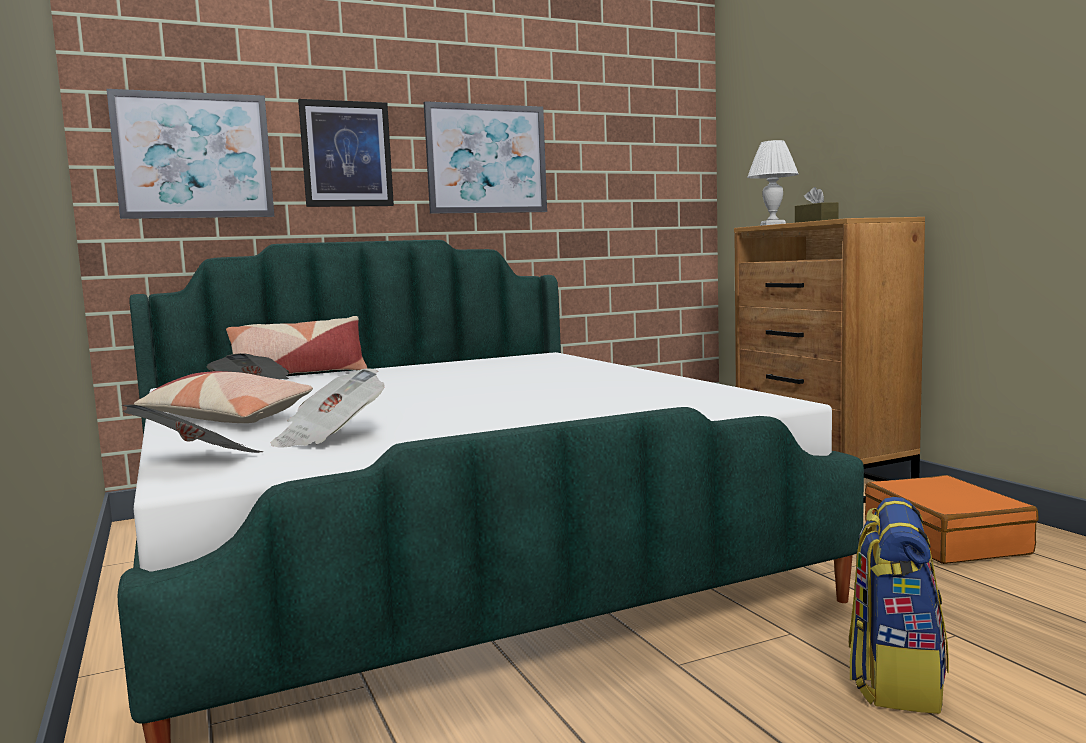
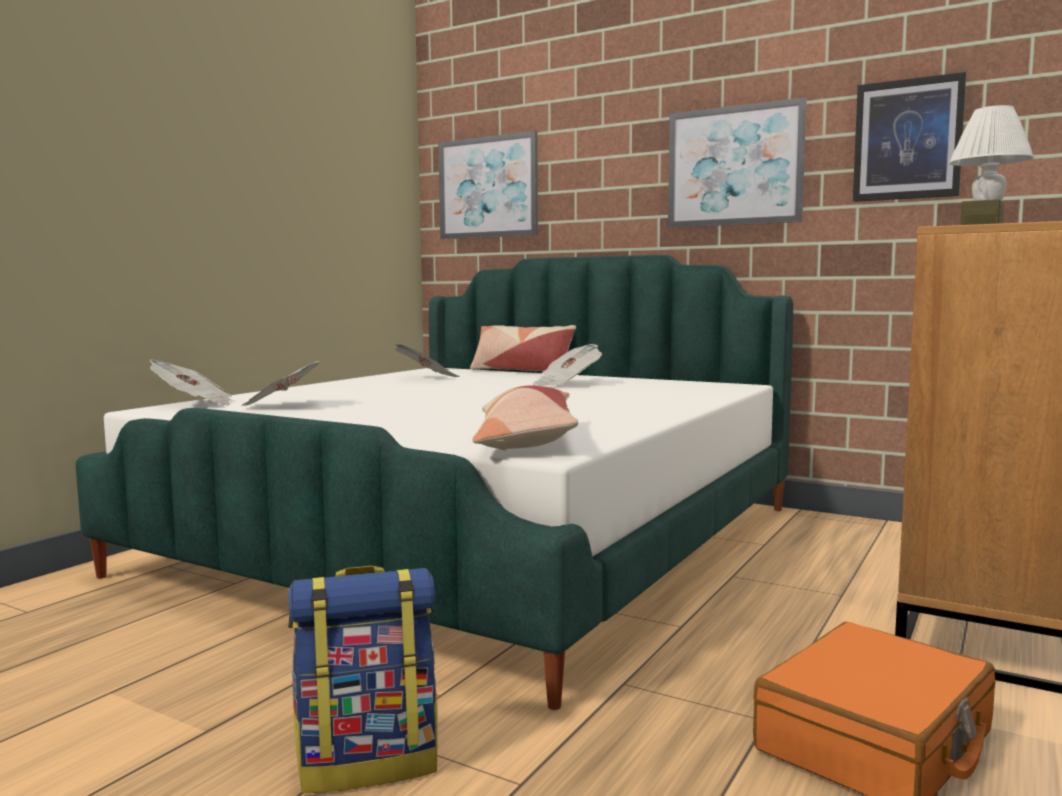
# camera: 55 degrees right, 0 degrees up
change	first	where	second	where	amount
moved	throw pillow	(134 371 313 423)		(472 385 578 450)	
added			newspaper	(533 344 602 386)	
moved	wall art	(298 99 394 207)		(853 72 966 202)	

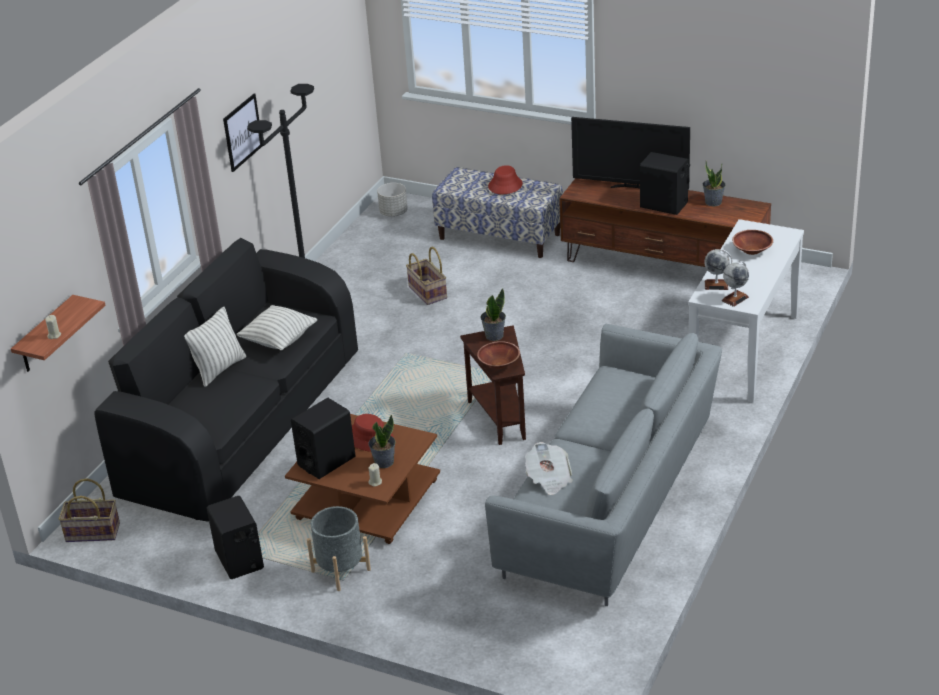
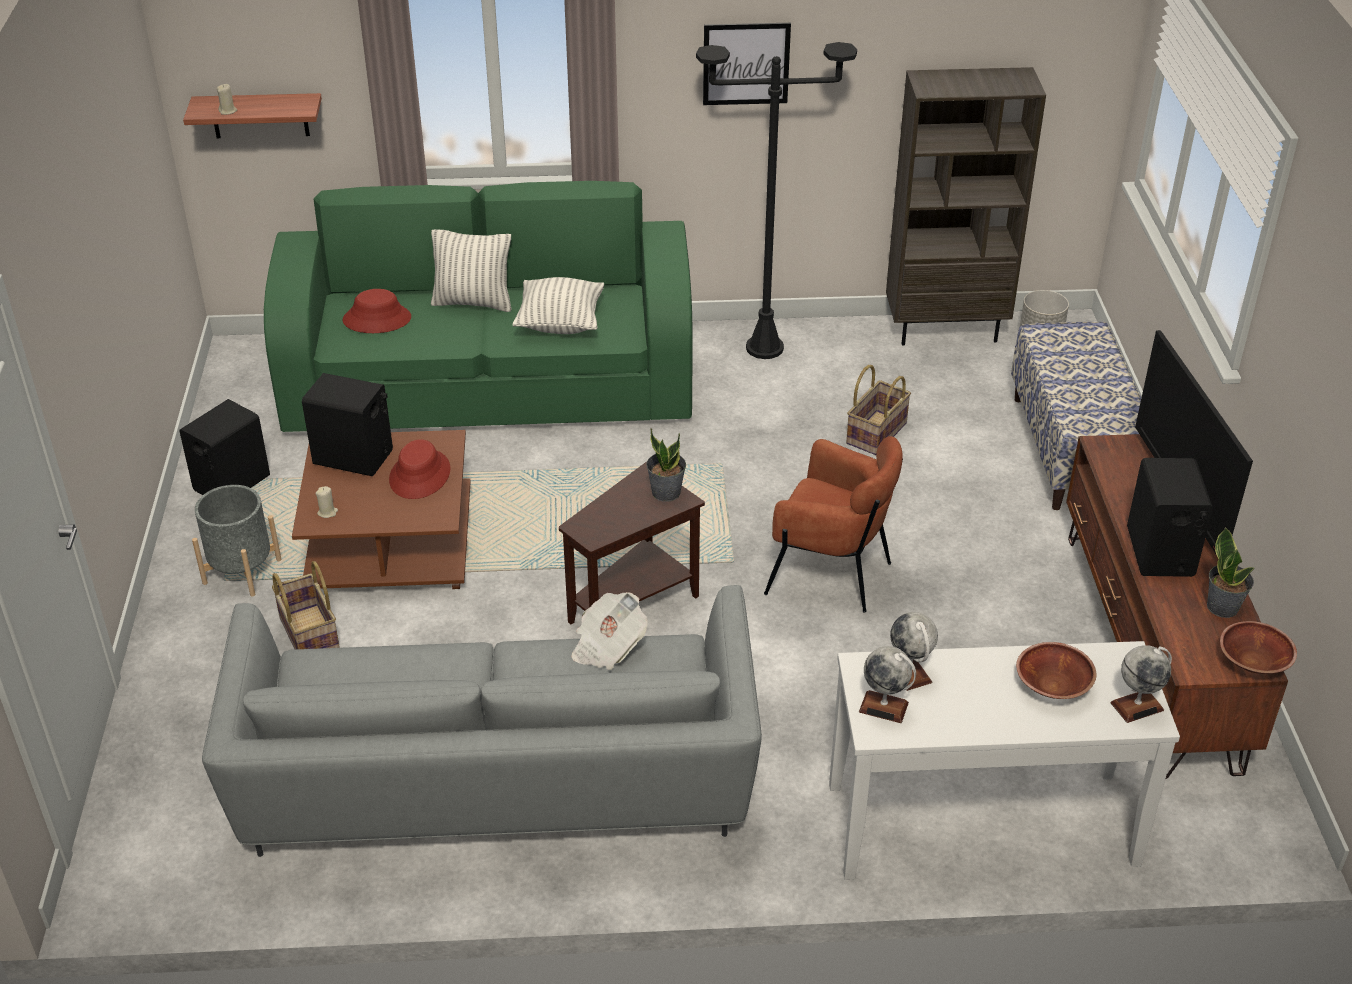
# camera: 60 degrees right, 5 degrees up
change	first	where	second	where	amount
recoloured	settee in black-coloured	(94 238 358 522)	settee in green	(264 181 693 432)	
moved	basket	(59 479 120 542)		(272 561 340 649)	
moved	wearable hat in reddish	(488 165 523 194)		(343 289 411 333)	
moved	newspaper	(525 442 573 495)		(571 592 648 670)	
added			easy chair in brown	(764 436 903 613)	
added			bookshelf in brown	(886 67 1046 345)	
added			world globe	(1111 645 1172 723)	
moved	bowl in brown	(477 341 520 369)		(1220 621 1297 674)	
removed	houseplant	(368 415 396 468)			

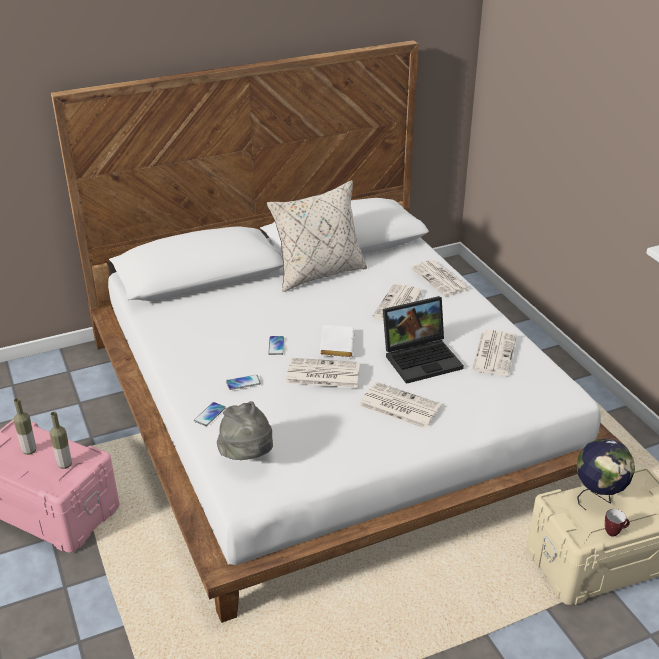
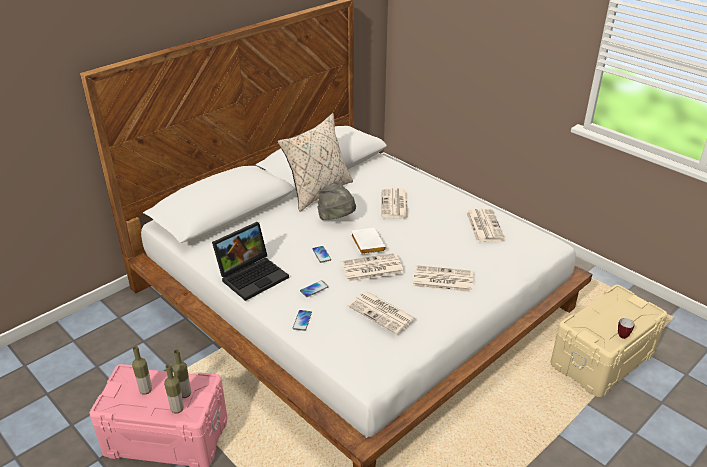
# camera: 20 degrees left, 0 degrees up
change	first	where	second	where	amount
added			bottle	(164 364 184 413)	
moved	notebook computer	(383 296 464 384)		(212 222 289 301)	
moved	wearable hat in greyish	(217 401 273 460)		(317 181 356 220)	
moved	newspaper	(410 260 470 296)		(347 291 416 334)	
removed	world globe	(576 439 635 510)			

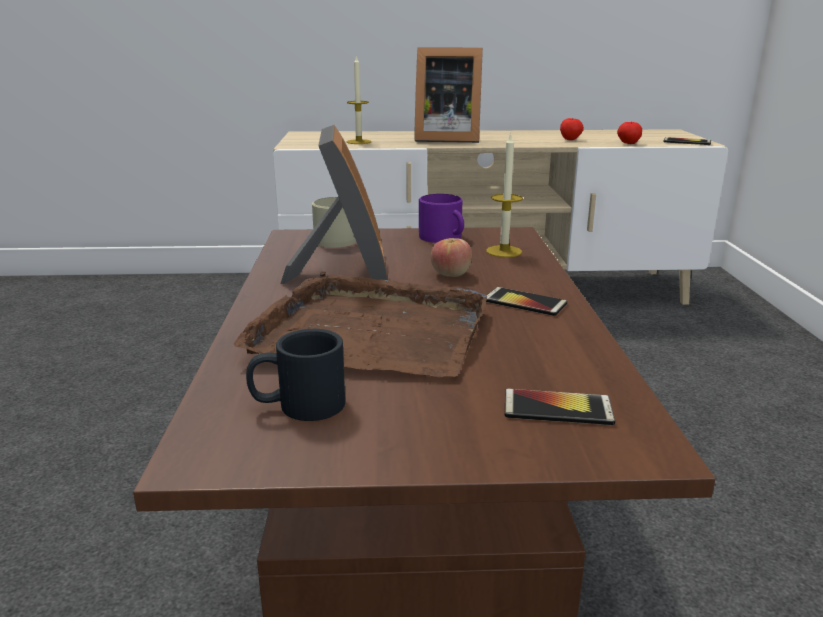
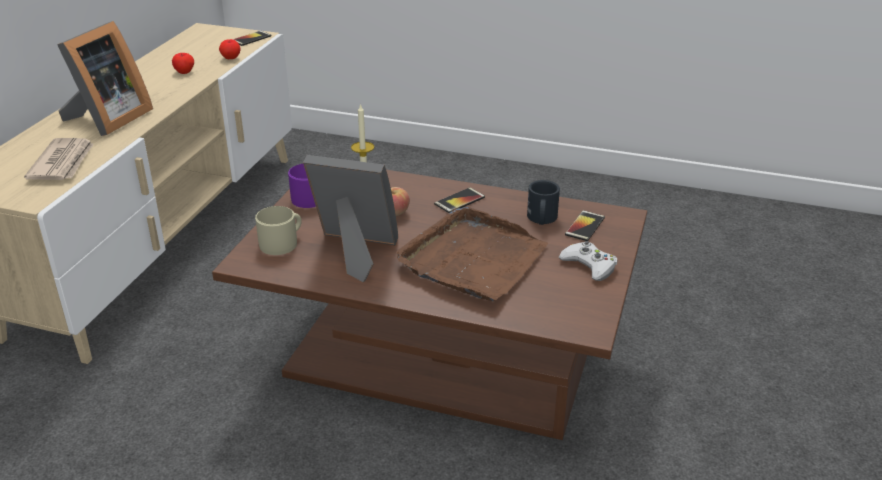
# camera: 70 degrees left, 10 degrees up
change	first	where	second	where	amount
replaced	wax candle	(347 55 371 144)	newspaper	(24 138 94 180)	
moved	coffee mug in black-coloured	(246 329 345 421)		(527 180 560 225)	
added			game controller in white-coloured	(559 241 617 281)	

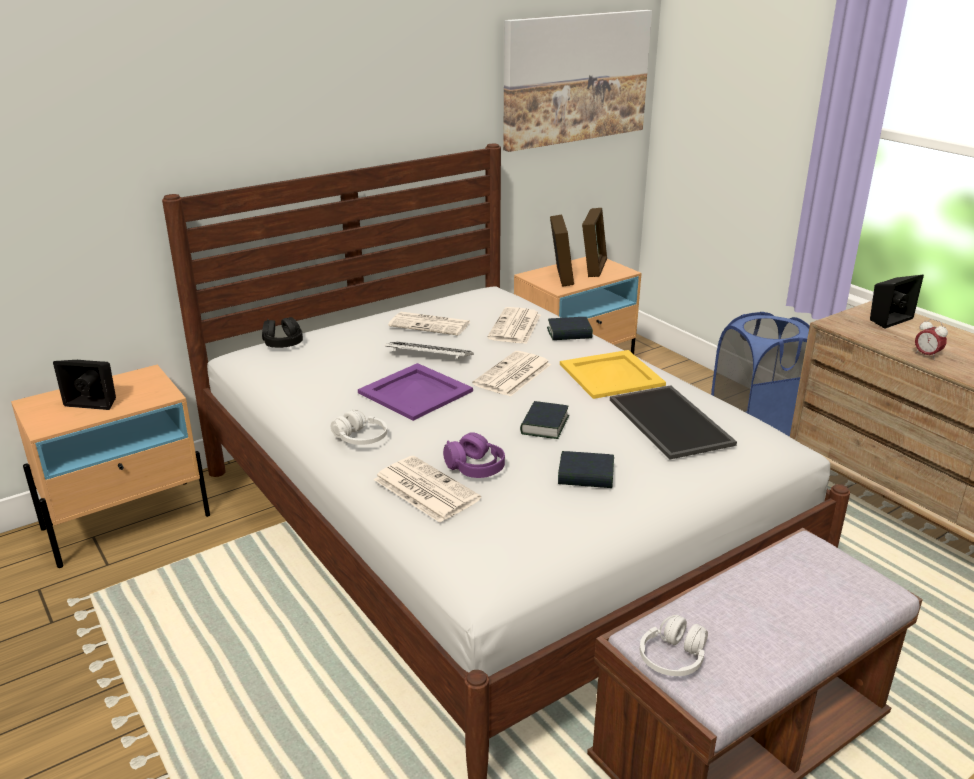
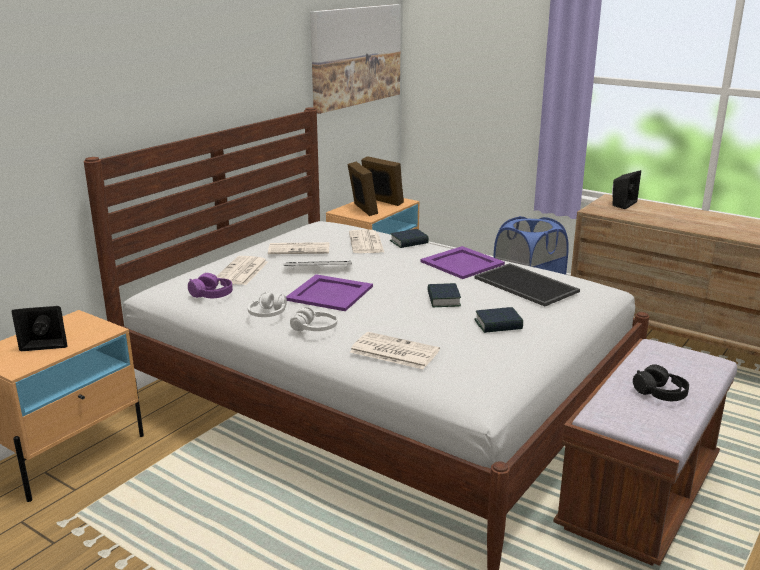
# camera: 20 degrees left, 5 degrees down
change	first	where	second	where	amount
moved	headphones in purple-coloured	(443 432 505 478)		(188 273 233 298)	
moved	newspaper	(472 351 551 397)		(217 256 268 285)	
moved	headphones in white-coloured	(640 615 708 676)		(248 292 287 317)	
turned	picture frame	(582 208 607 277)		(361 156 404 206)	45 degrees counterclockwise
recoloured	serving tray in yellowish	(560 350 666 399)	serving tray in purple-coloured	(420 246 505 279)	
moved	headphones in black-coloured	(262 317 303 348)		(633 364 689 401)	
removed	bedside clock	(915 319 948 360)			

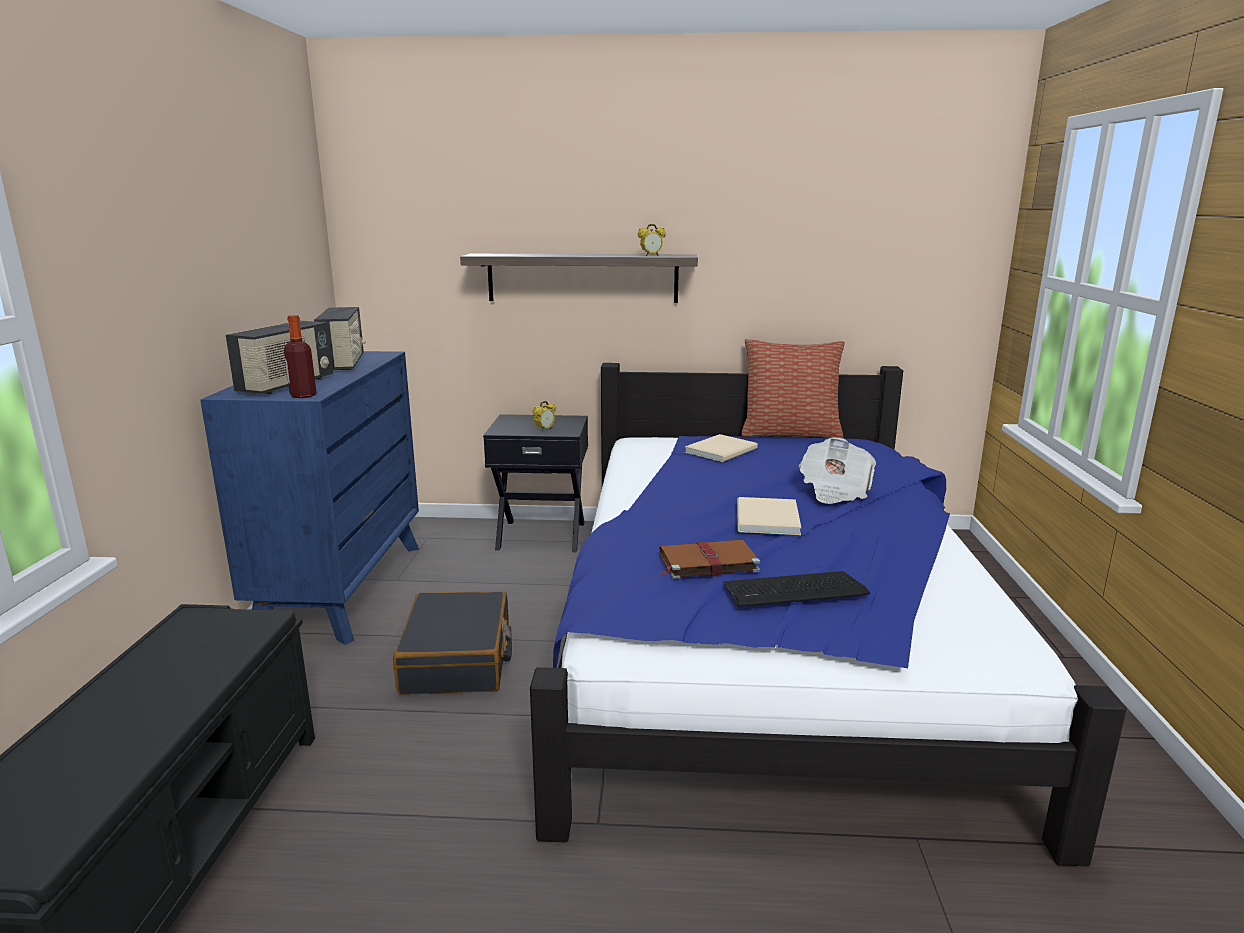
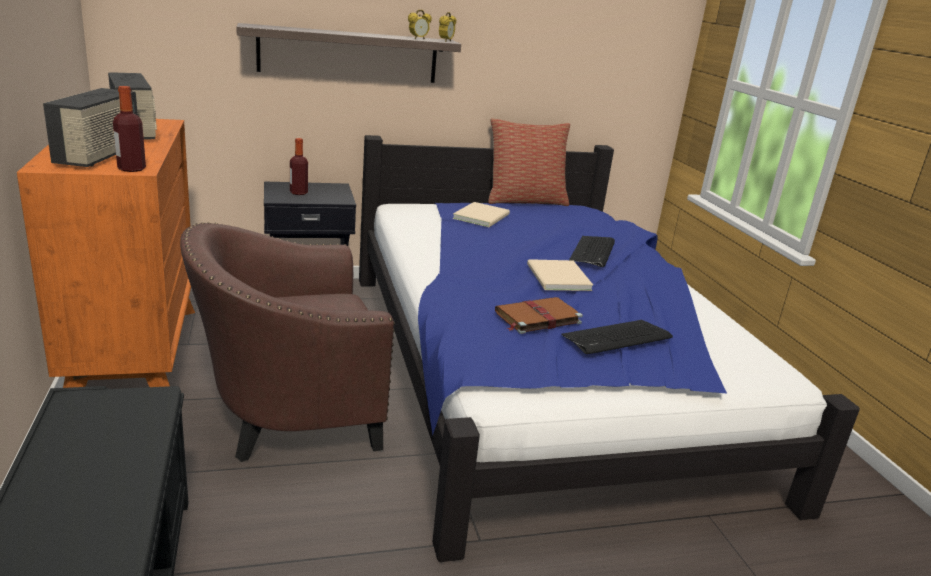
# camera: 20 degrees left, 5 degrees up
change	first	where	second	where	amount
recoloured	chest of drawers in blue-coloured	(200 351 419 645)	chest of drawers in orangey	(17 119 195 388)	
replaced	travel case in black-coloured	(393 590 512 695)	easy chair in brown	(180 222 395 462)	
added			bottle	(290 138 308 195)	
moved	bedside clock	(532 401 556 431)		(439 12 456 42)	
replaced	newspaper	(799 437 876 504)	computer keyboard	(569 236 615 267)	

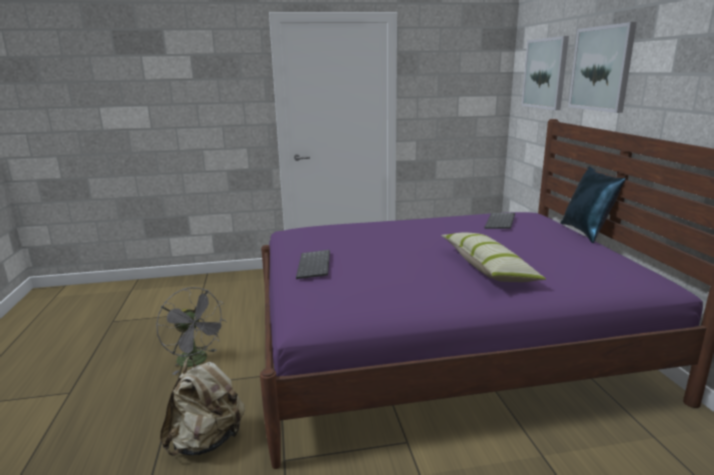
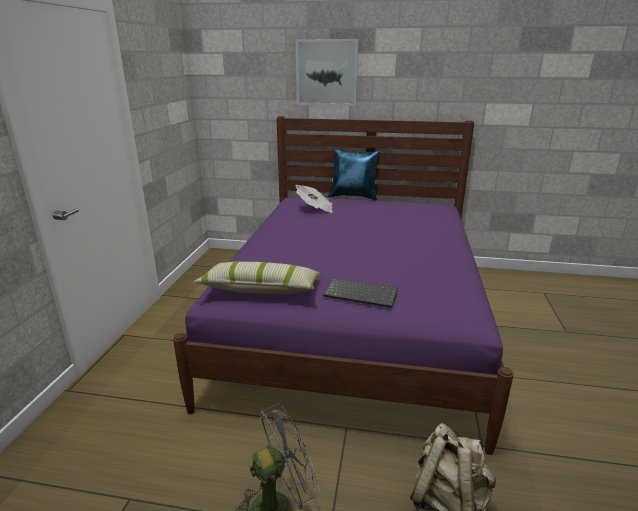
# camera: 70 degrees left, 5 degrees up
change	first	where	second	where	amount
moved	throw pillow	(441 232 546 282)		(194 262 320 294)	
replaced	computer keyboard	(484 213 515 229)	newspaper	(295 185 333 213)	
removed	wall art	(522 36 569 110)			

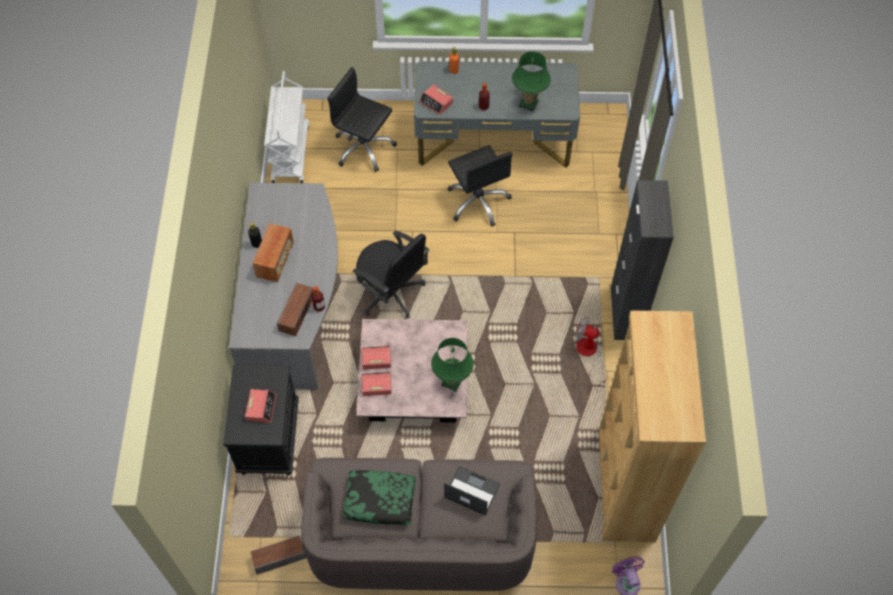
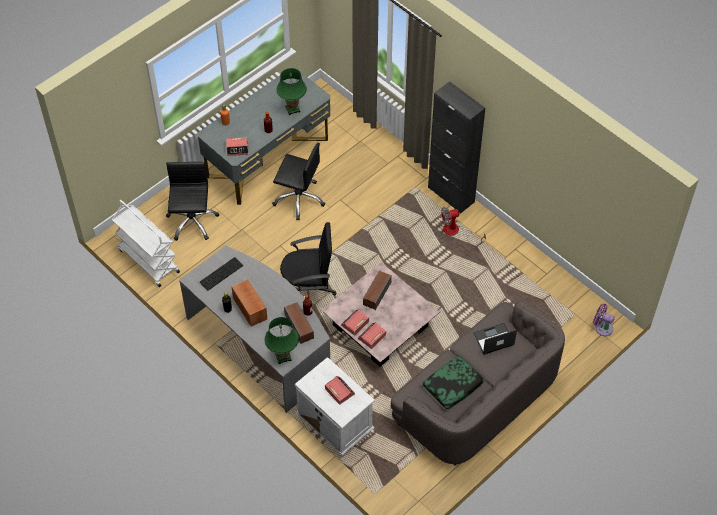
# camera: 45 degrees left, 5 degrees down
change	first	where	second	where	amount
turned	desk chair in black-coloured	(327 67 397 172)		(166 162 219 241)	105 degrees clockwise
added			computer keyboard	(200 257 243 291)	
moved	tabletop lamp in green	(431 338 474 392)		(265 317 299 364)	
recoloured	bedside table in black-coloured	(223 364 299 476)	bedside table in white-coloured	(295 357 375 457)	
moved	loudspeaker	(250 536 306 574)		(363 271 392 310)	
removed	bookshelf in brown	(599 311 706 542)			

